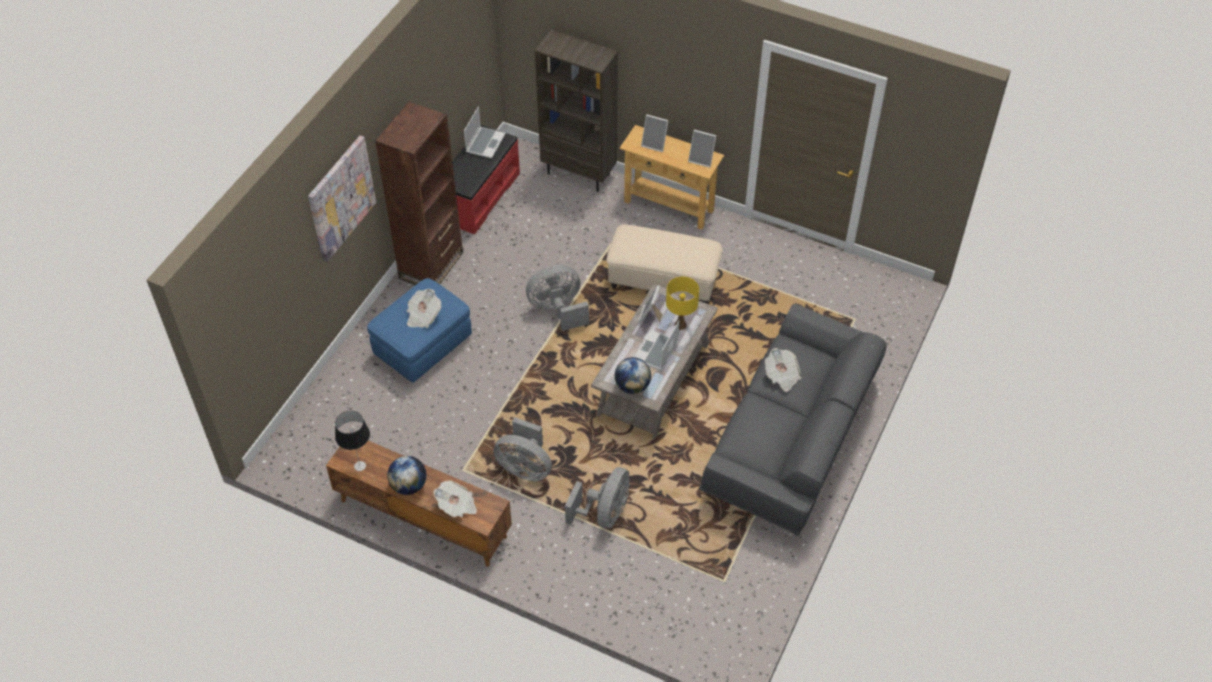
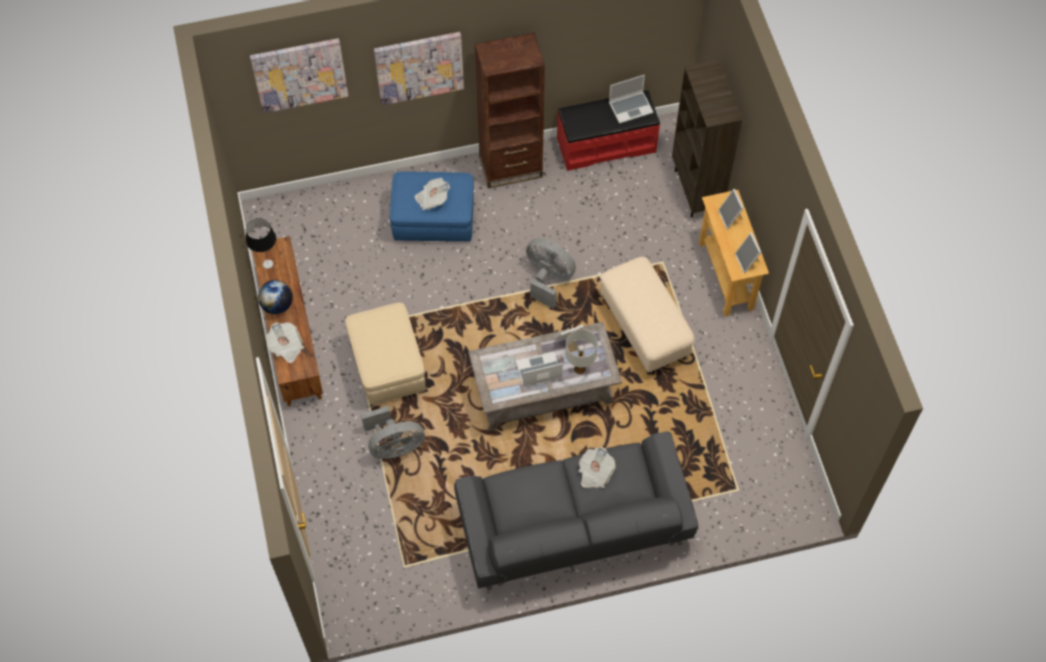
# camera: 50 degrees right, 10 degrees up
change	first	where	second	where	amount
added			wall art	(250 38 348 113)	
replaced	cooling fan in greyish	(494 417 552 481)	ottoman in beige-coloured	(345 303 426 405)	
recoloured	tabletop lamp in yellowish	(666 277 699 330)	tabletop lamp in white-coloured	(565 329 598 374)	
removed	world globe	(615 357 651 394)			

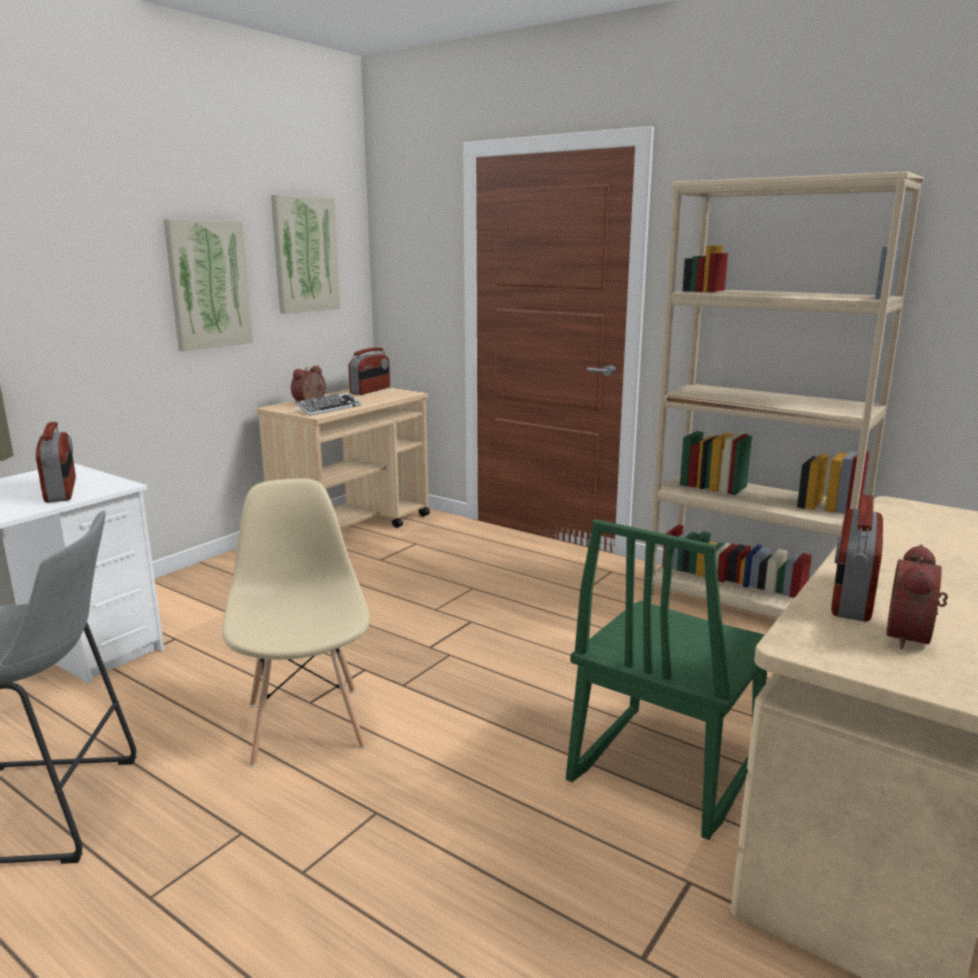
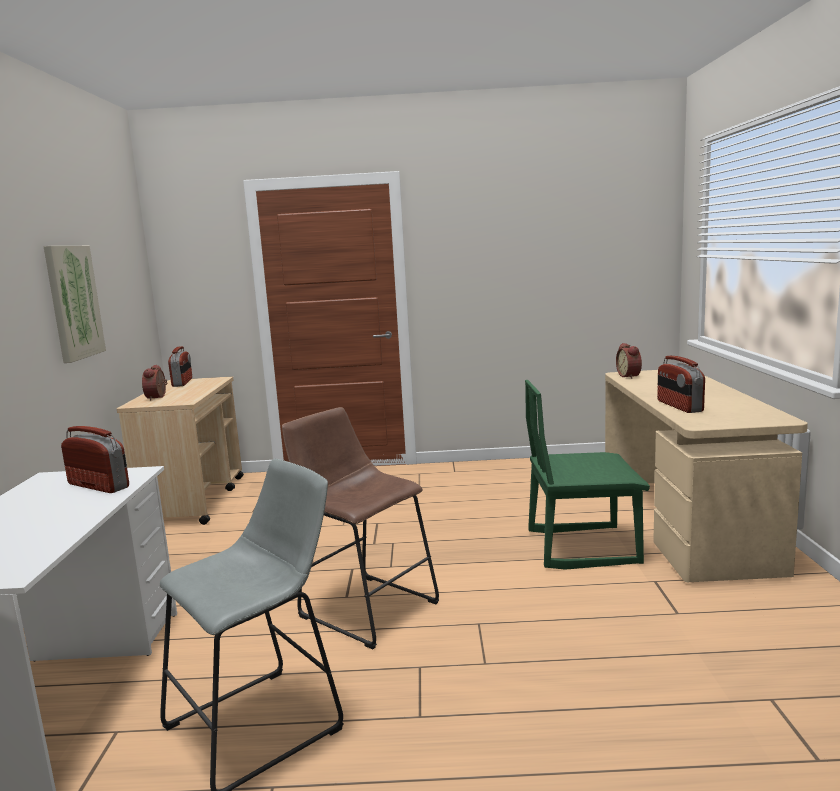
# camera: 35 degrees left, 5 degrees down
change	first	where	second	where	amount
replaced	upright chair in beige-coloured	(222 478 370 766)	sitting stool in brown	(282 407 439 650)	
turned	upright chair in green	(566 519 767 840)		(525 380 650 570)	90 degrees clockwise
moved	bedside clock	(886 544 948 650)		(616 343 642 379)	
removed	wall art	(271 195 340 314)			
removed	computer keyboard	(295 392 362 416)			
removed	bookshelf in beige-coloured	(651 172 924 618)			

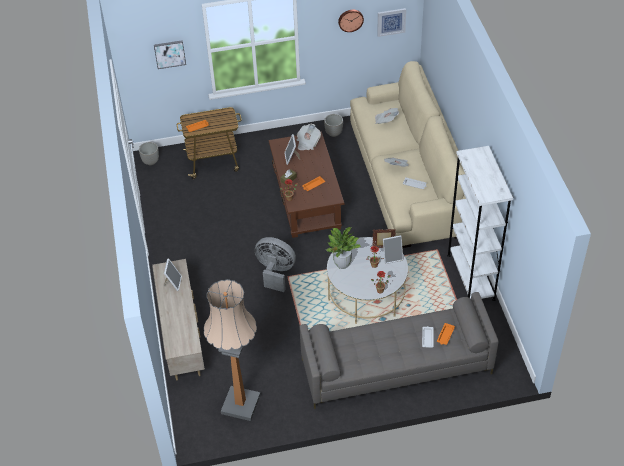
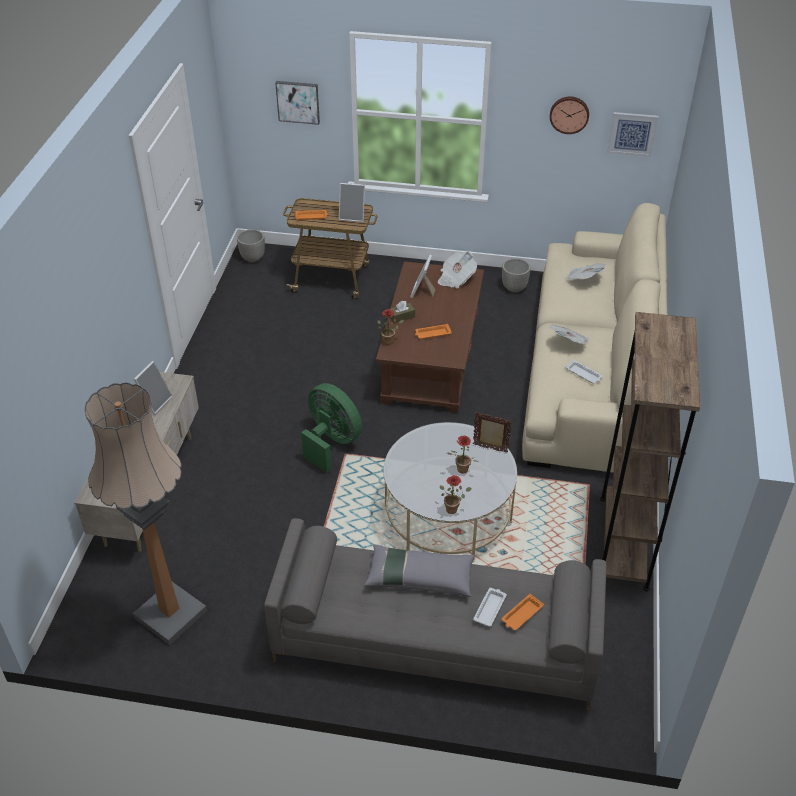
# camera: 20 degrees right, 5 degrees down
change	first	where	second	where	amount
recoloured	cooling fan in greyish	(255 237 296 292)	cooling fan in green	(301 383 362 473)	
moved	picture frame	(383 235 403 264)		(339 183 365 222)	
added			throw pillow in greyish	(364 544 475 597)	
recoloured	bookshelf in white-coloured	(447 146 513 301)	bookshelf in brown	(600 312 700 591)	
removed	houseplant	(326 227 361 269)			

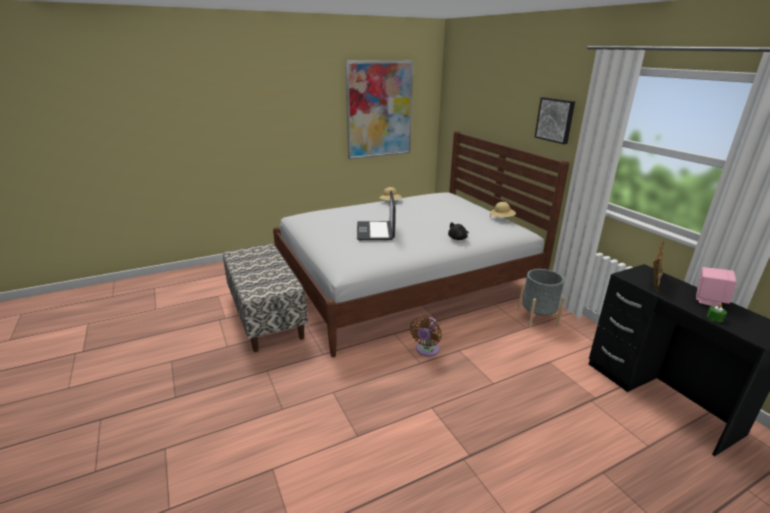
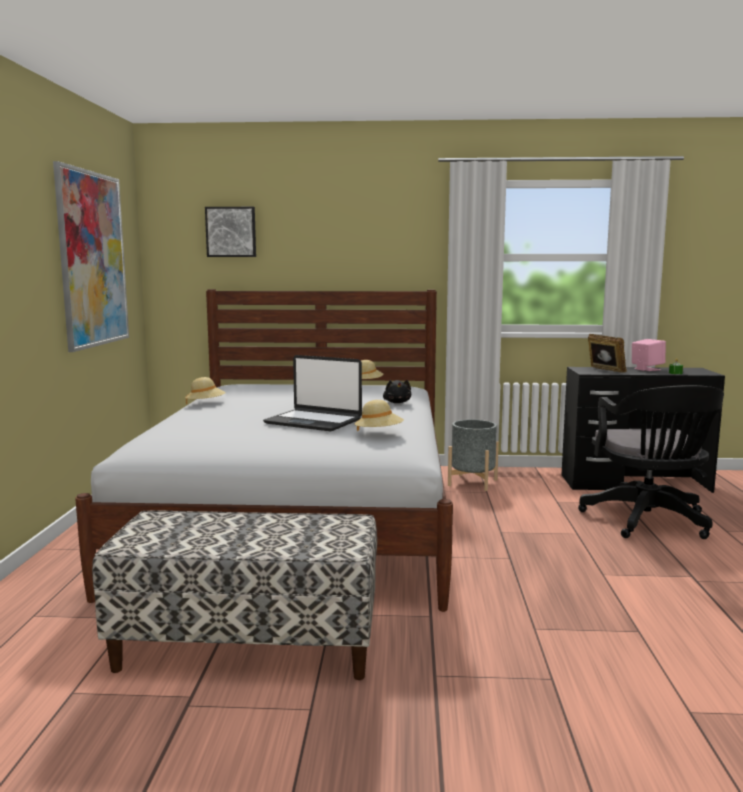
# camera: 60 degrees left, 15 degrees down
change	first	where	second	where	amount
moved	wall art	(535 97 575 144)		(205 207 256 257)	
added			wearable hat in beige-coloured	(354 400 404 431)	
added			desk chair in black-coloured	(578 385 724 539)	
removed	cooling fan in brown	(410 316 442 356)			

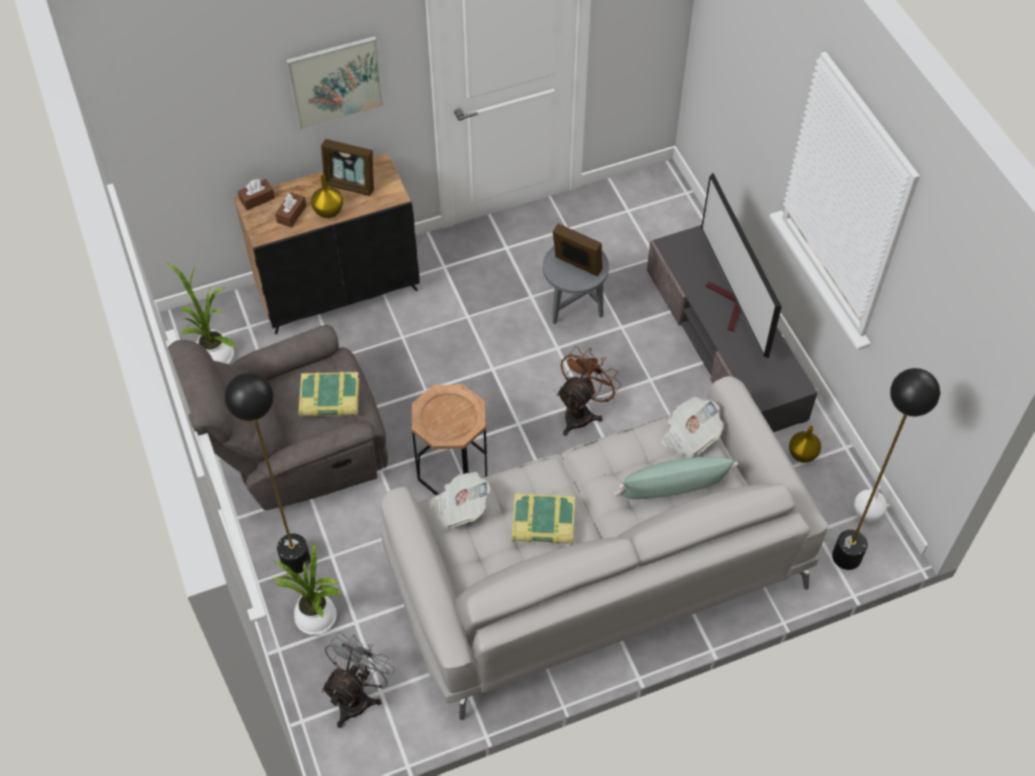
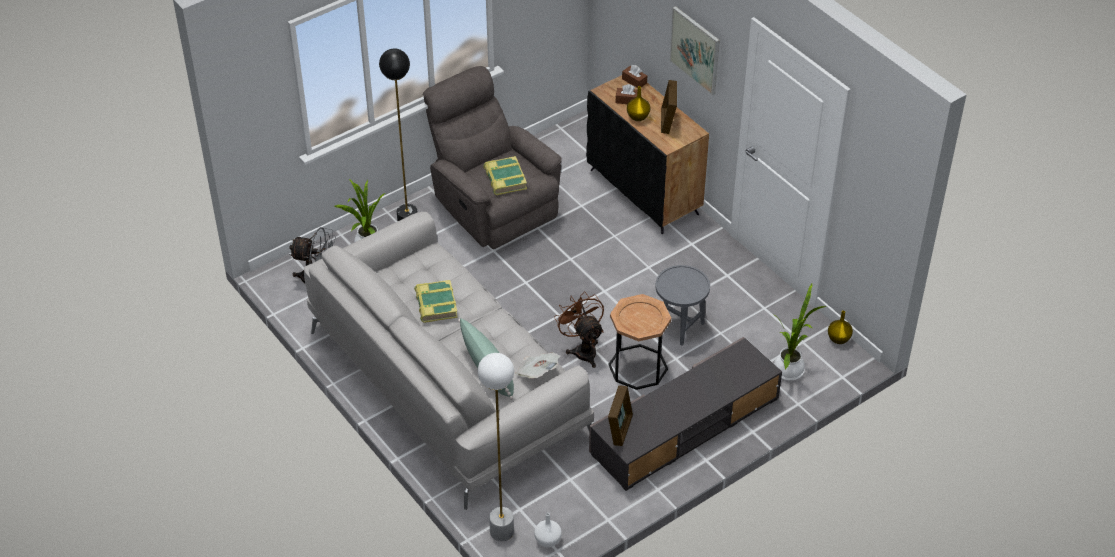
# camera: 75 degrees right, 10 degrees down
change	first	where	second	where	amount
recoloured	floor lamp in black-coloured	(832 368 940 570)	floor lamp in white-coloured	(477 353 514 541)	
turned	cooling fan in brown	(557 347 621 436)		(554 292 604 368)	135 degrees counterclockwise
moved	picture frame	(553 223 603 276)		(608 385 633 446)	
moved	side table in brown	(412 384 487 495)		(609 294 671 390)	
moved	houseplant	(167 262 236 364)		(774 282 826 381)	
moved	vase in yellowish	(789 425 821 463)		(828 311 853 344)	
removed	newspaper	(429 472 490 529)			
removed	TV	(701 173 782 358)			

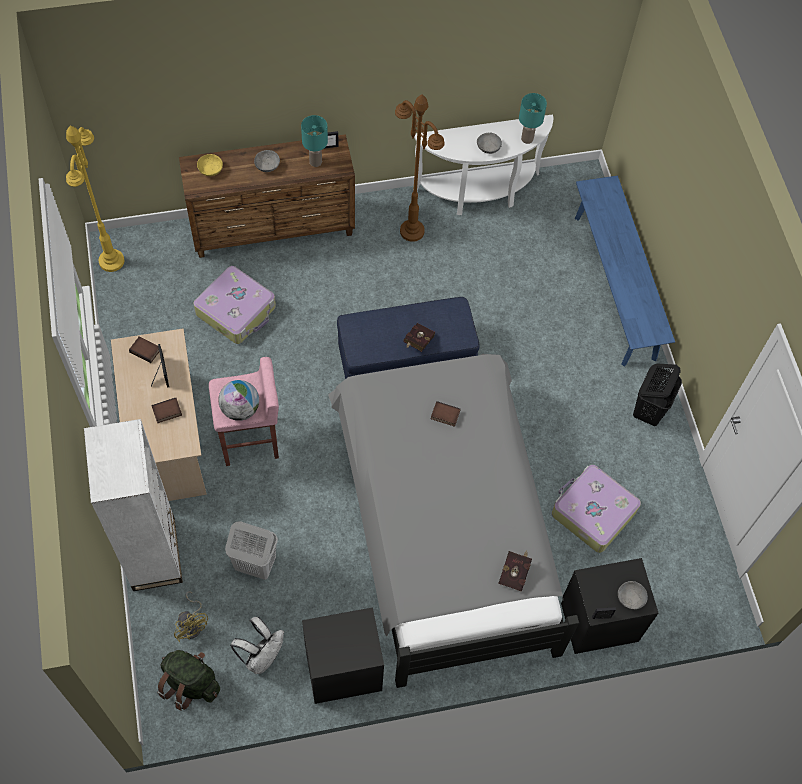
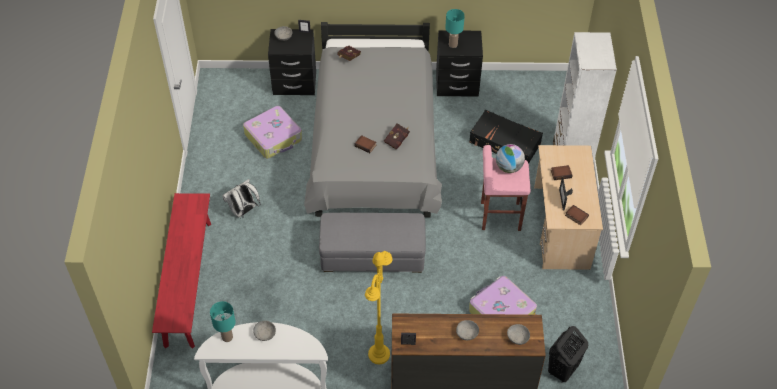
# camera: 165 degrees left, 10 degrees down
change	first	where	second	where	amount
recoloured	bench in blue-coloured	(575 176 675 367)	bench in reddish	(152 193 211 349)	
moved	knapsack in white-coloured	(231 617 284 674)		(222 179 261 219)	
recoloured	ottoman in blue-coloured	(337 297 480 379)	ottoman in greyish	(319 213 426 273)	
moved	floor lamp in yellowish	(66 126 124 272)		(365 251 392 364)	
moved	bound book in reddish	(403 323 436 352)		(384 123 410 150)	
moved	tabletop lamp in blue-green	(301 115 328 167)		(445 9 465 48)	
replaced	laundry basket in white-coloured	(225 521 278 580)	travel case in black-coloured	(469 110 543 164)	
recoloured	bowl in yellowish	(197 154 223 176)	bowl in greyish	(507 324 530 345)	
moved	laundry basket in black-coloured	(633 364 682 426)		(548 326 588 383)	
removed	knapsack in green	(157 650 220 711)			
removed	cooling fan in yellowish	(174 591 208 642)			
removed	floor lamp in brown	(395 94 445 242)			

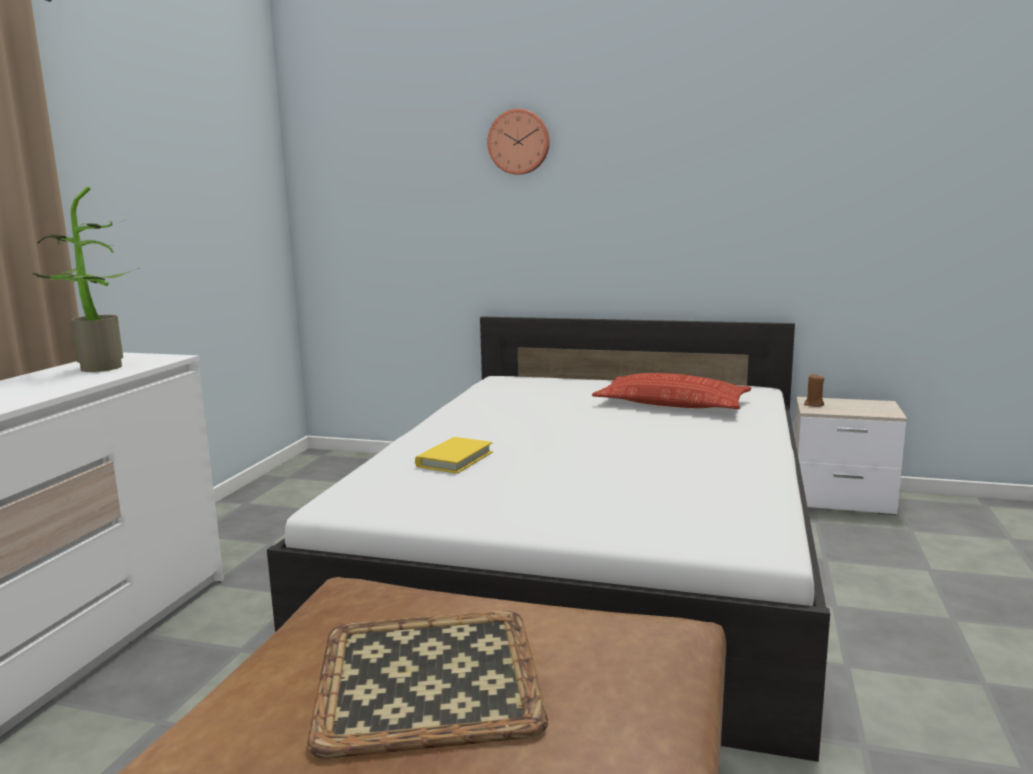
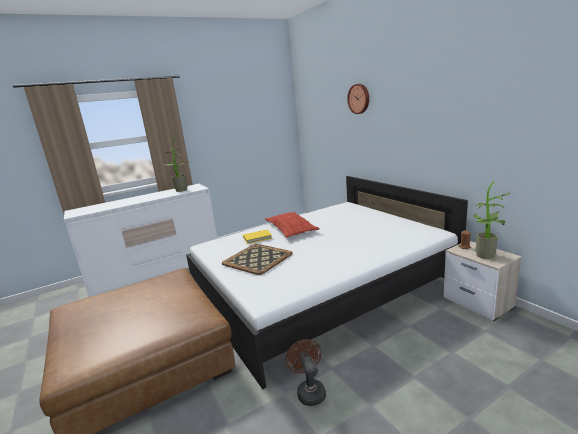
# camera: 45 degrees right, 5 degrees up
change	first	where	second	where	amount
moved	serving tray	(307 611 548 759)		(222 244 293 275)	
moved	throw pillow	(592 373 751 409)		(265 212 320 238)	
added			cooling fan in brown	(286 339 326 406)	
added			houseplant	(473 181 510 259)	

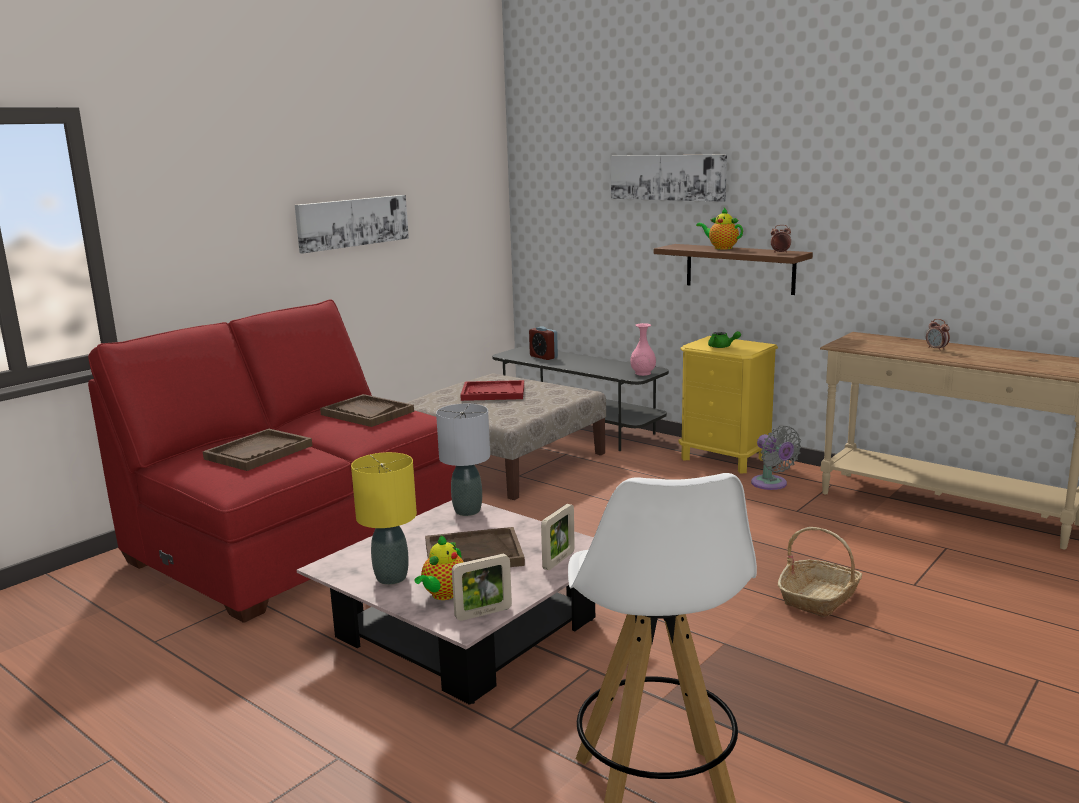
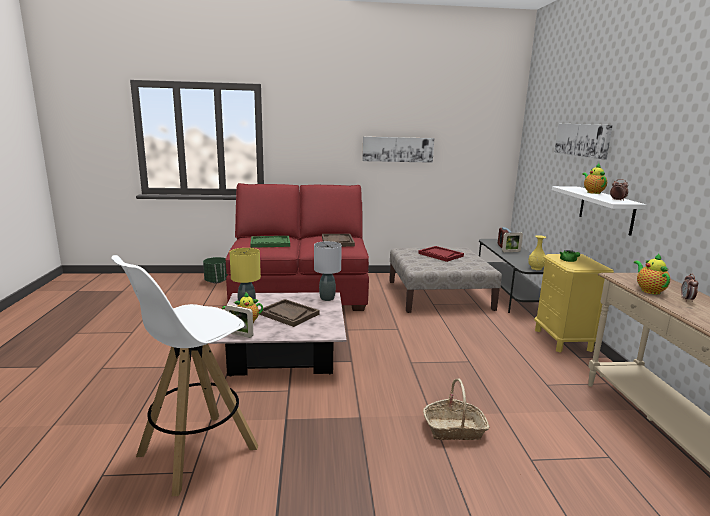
# camera: 45 degrees right, 0 degrees up
change	first	where	second	where	amount
added			plant pot in green	(203 257 228 283)	
recoloured	serving tray in brown	(203 429 312 471)	serving tray in green	(251 236 290 248)	
moved	picture frame	(541 504 575 570)		(502 232 523 252)	
recoloured	vase in pink	(630 323 656 376)	vase in yellowish	(528 235 546 270)	
recoloured	shelf in brown	(654 244 813 295)	shelf in white-coloured	(552 186 646 236)	
added			teapot	(634 253 670 295)	
removed	cooling fan in greyish	(751 426 802 490)			

